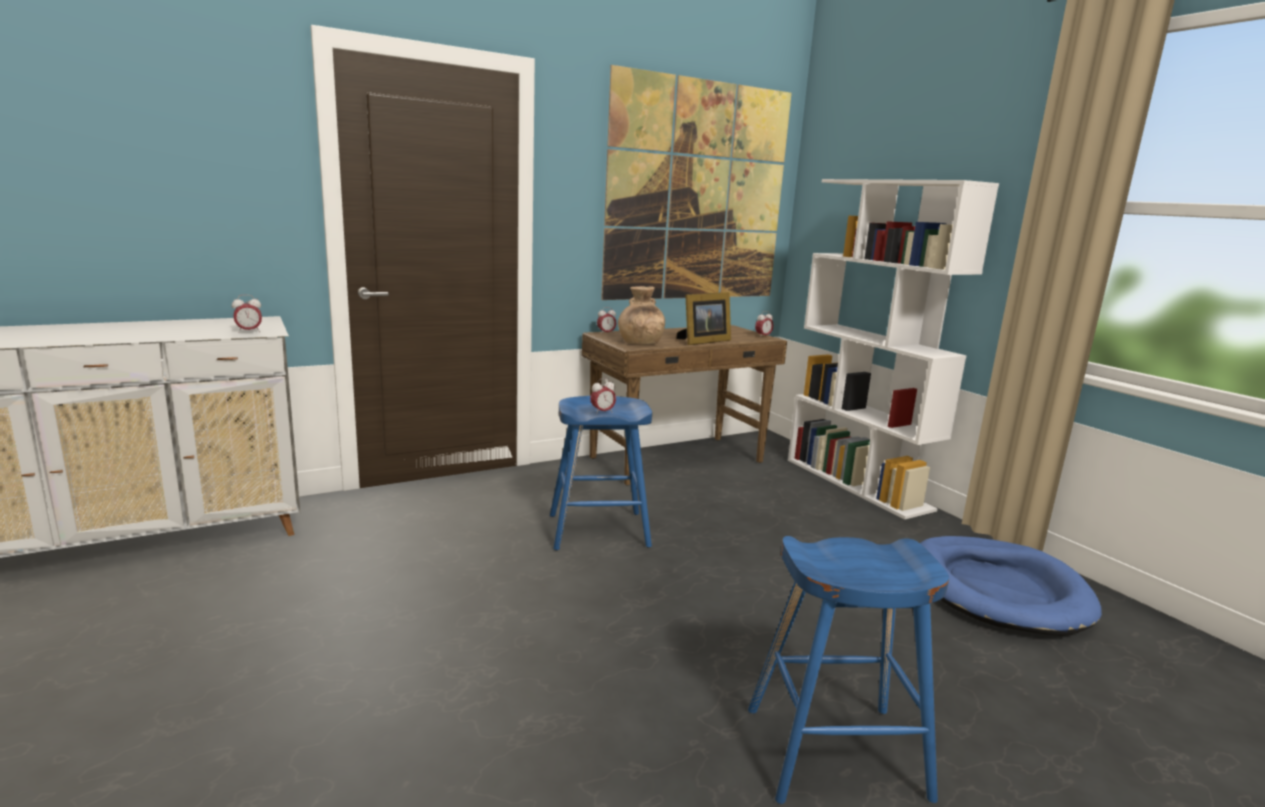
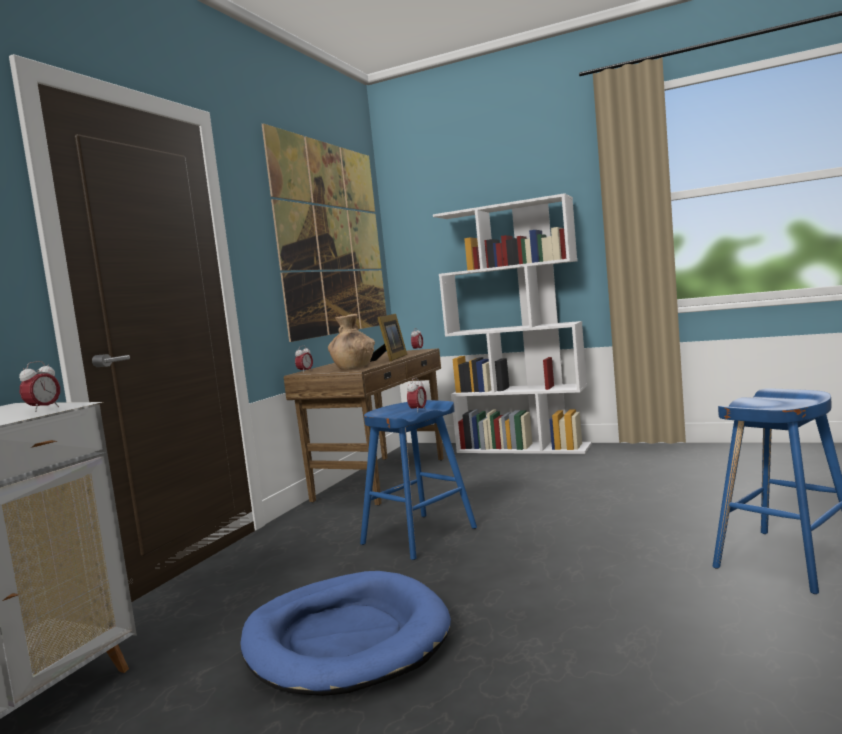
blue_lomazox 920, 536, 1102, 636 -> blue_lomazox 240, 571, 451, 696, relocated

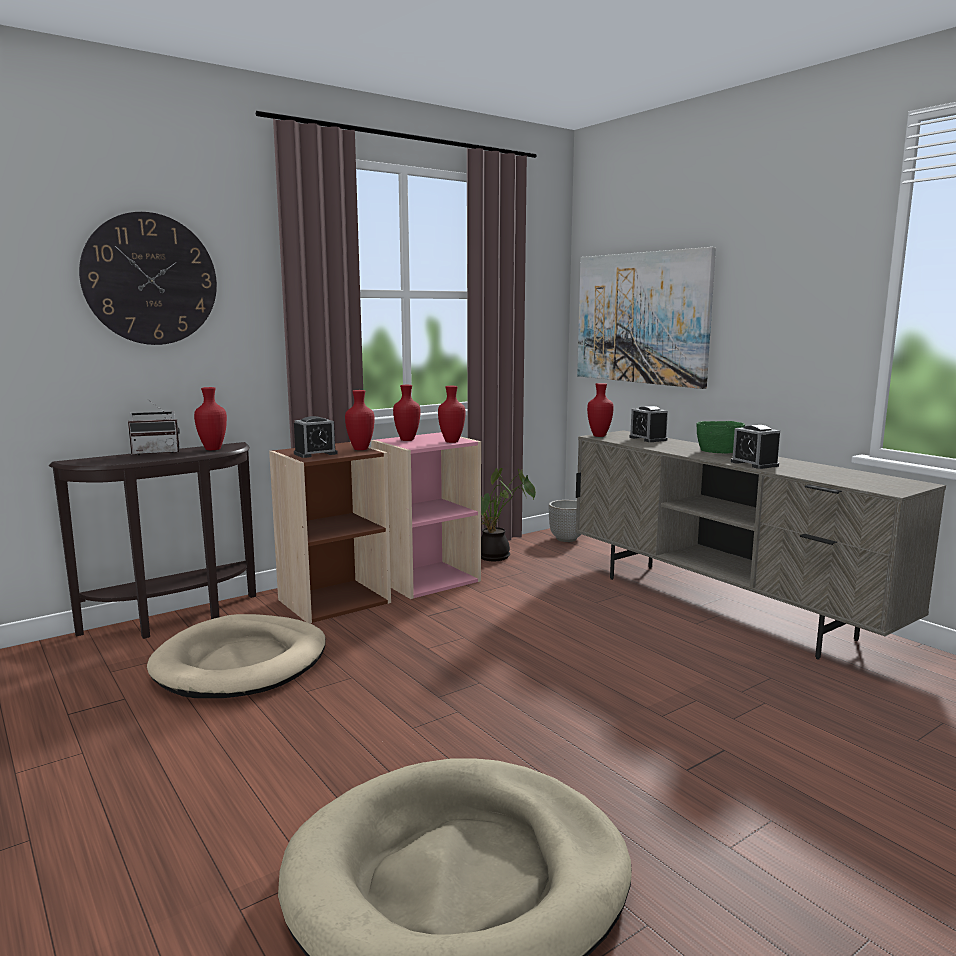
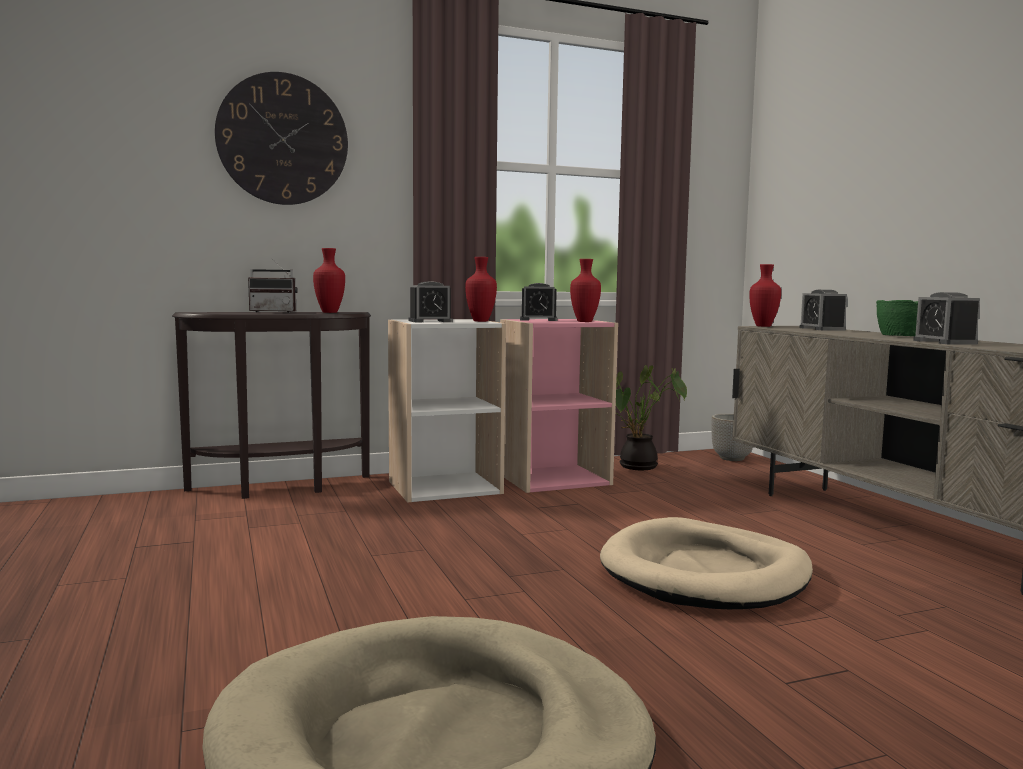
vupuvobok 577, 247, 716, 389 -> none
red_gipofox 393, 385, 420, 441 -> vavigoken 520, 283, 558, 321
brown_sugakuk 269, 442, 391, 623 -> white_sugakuk 388, 319, 506, 503
beige_lomazox 147, 614, 326, 698 -> beige_lomazox 600, 517, 813, 609, relocated

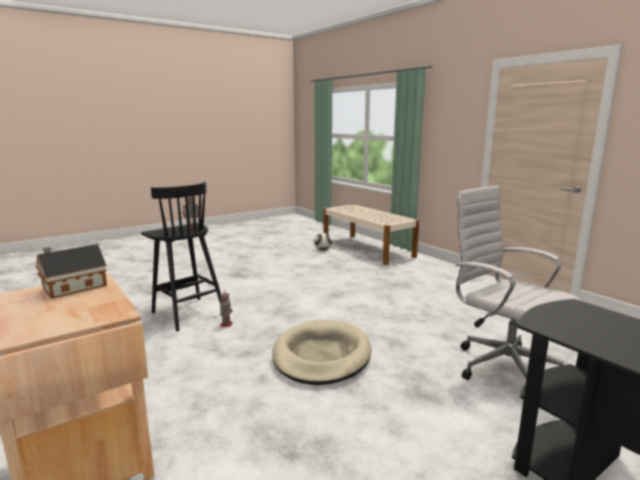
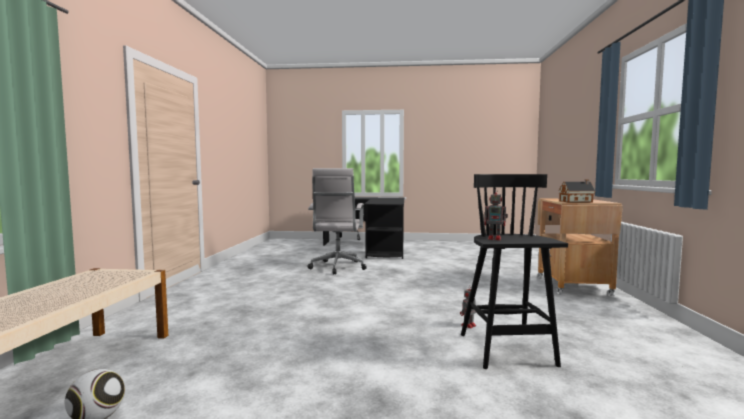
beige_lomazox 272, 320, 372, 385 -> none

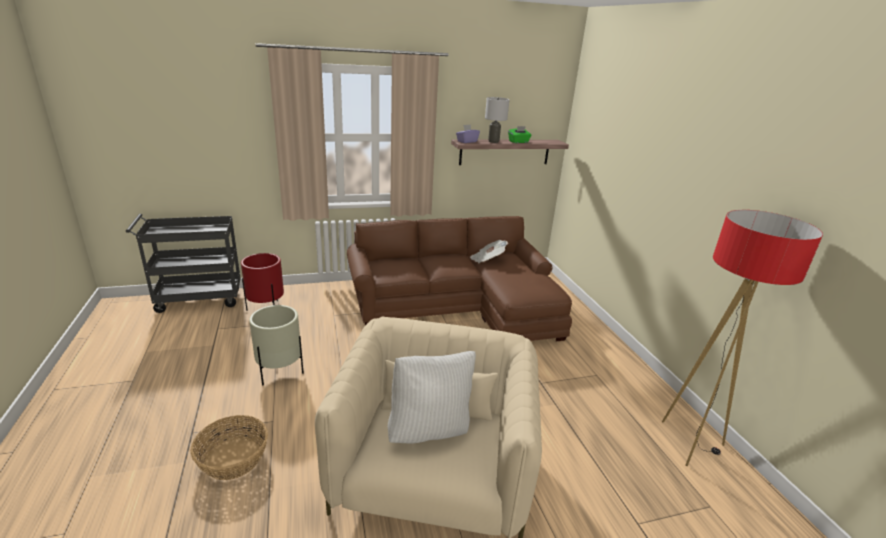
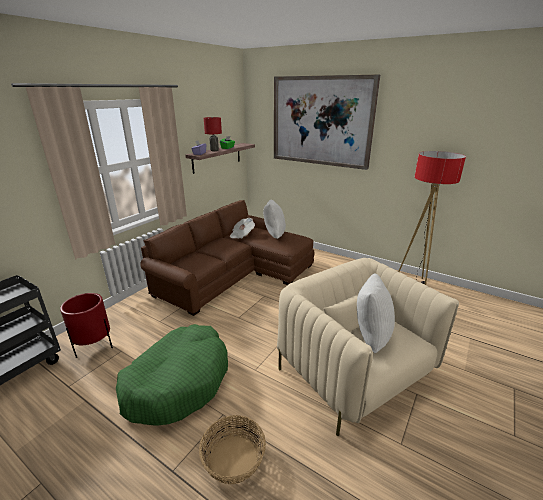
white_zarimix 485, 97, 510, 143 -> red_zarimix 204, 117, 222, 151
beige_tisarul 249, 305, 304, 385 -> green_lomazox 116, 324, 228, 426
none -> vupuvobok 274, 74, 380, 170
none -> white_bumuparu 263, 200, 286, 239

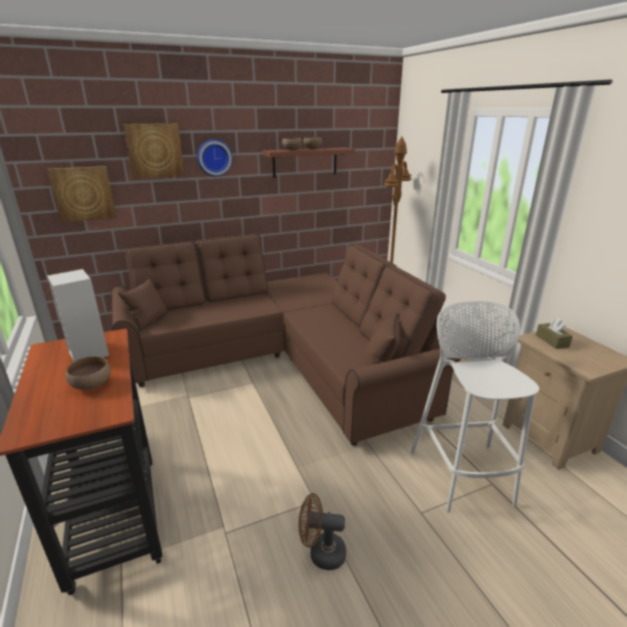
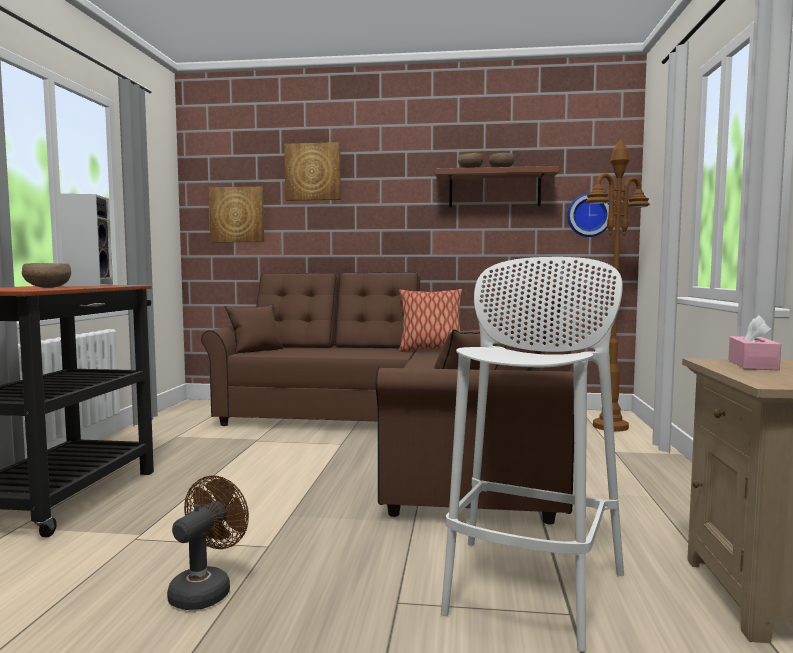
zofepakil 197, 139, 233, 177 -> zofepakil 567, 193, 609, 237, relocated
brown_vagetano 536, 318, 573, 349 -> pink_vagetano 728, 315, 781, 370
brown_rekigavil 299, 493, 346, 570 -> brown_rekigavil 167, 475, 249, 610, 75 degrees clockwise
none -> bumuparu 399, 289, 462, 352

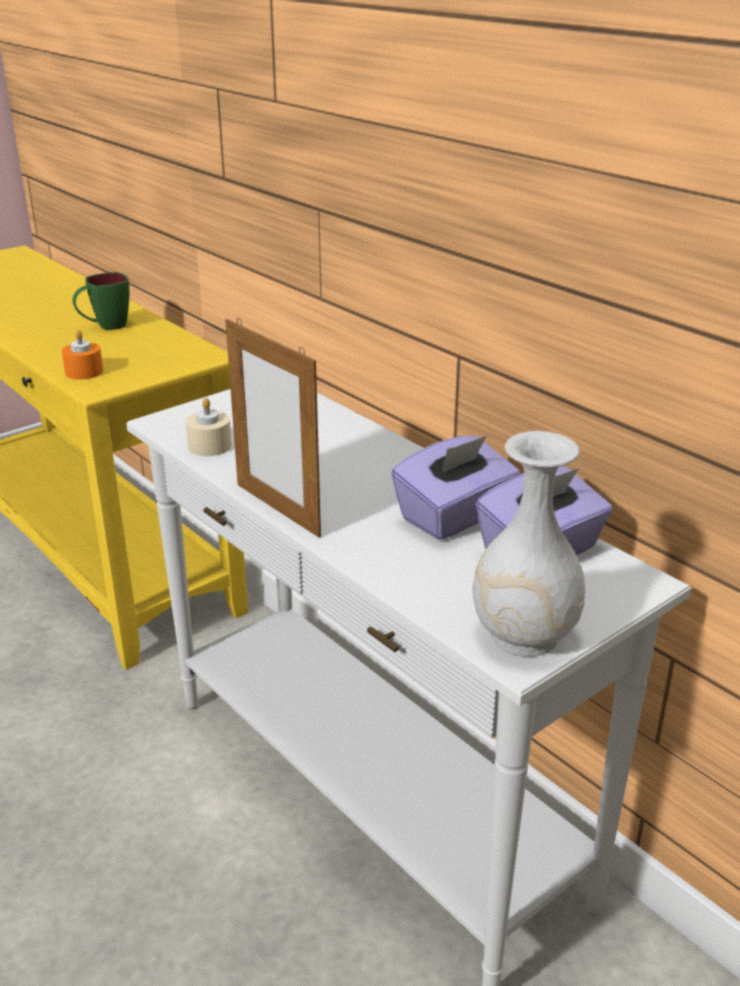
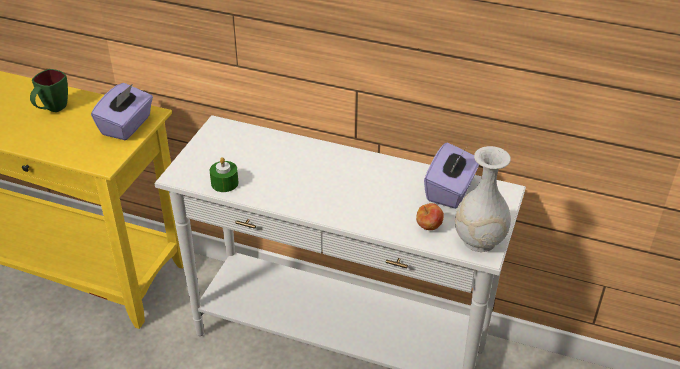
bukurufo 225, 318, 321, 538 -> none
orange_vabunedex 62, 330, 103, 380 -> none
beige_vabunedex 185, 398, 232, 456 -> green_vabunedex 210, 157, 239, 192
purple_vagetano 392, 436, 520, 540 -> purple_vagetano 91, 83, 153, 140, relocated
none -> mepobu 416, 203, 444, 230

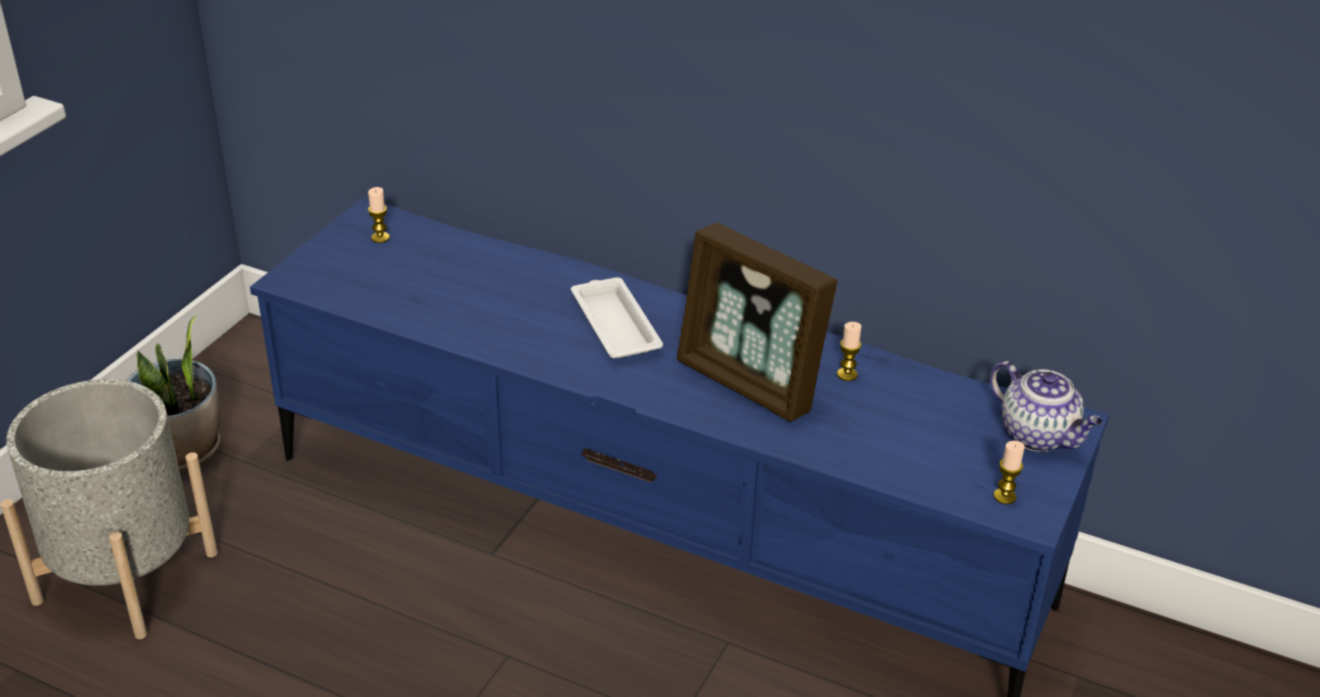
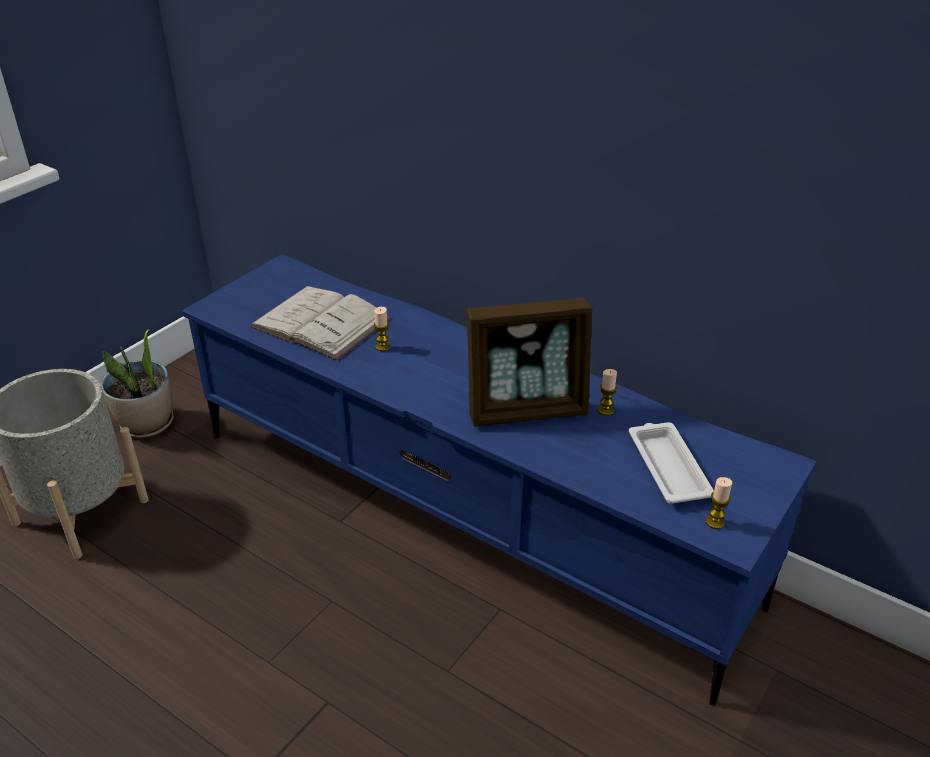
vabunedex 368, 187, 390, 243 -> vabunedex 374, 307, 390, 351, relocated
bukurufo 677, 223, 838, 422 -> bukurufo 466, 298, 592, 427, 60 degrees counterclockwise
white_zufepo 571, 277, 663, 358 -> white_zufepo 629, 422, 714, 504, relocated
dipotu 990, 361, 1103, 452 -> none
none -> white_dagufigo 250, 286, 391, 360

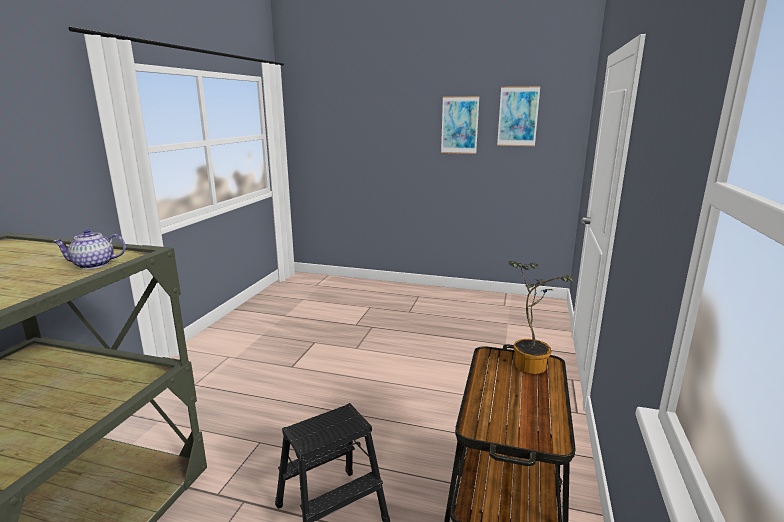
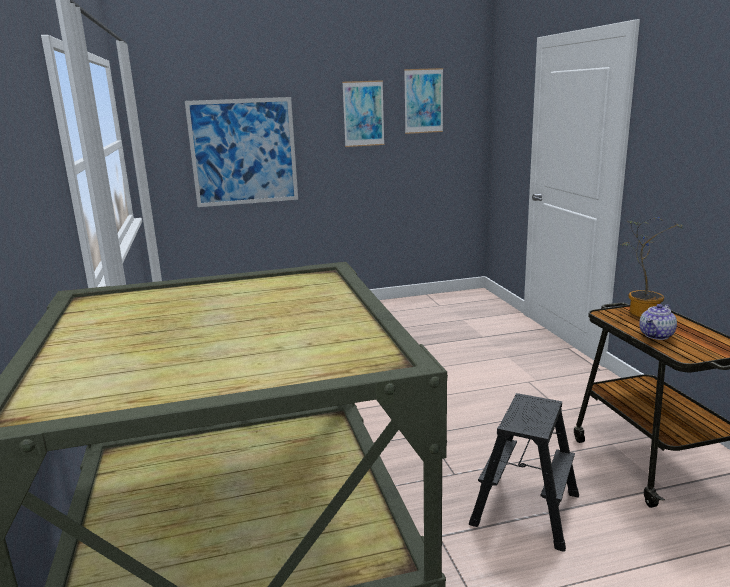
dipotu 52, 229, 126, 269 -> dipotu 639, 304, 677, 340, relocated
none -> vupuvobok 185, 97, 298, 207

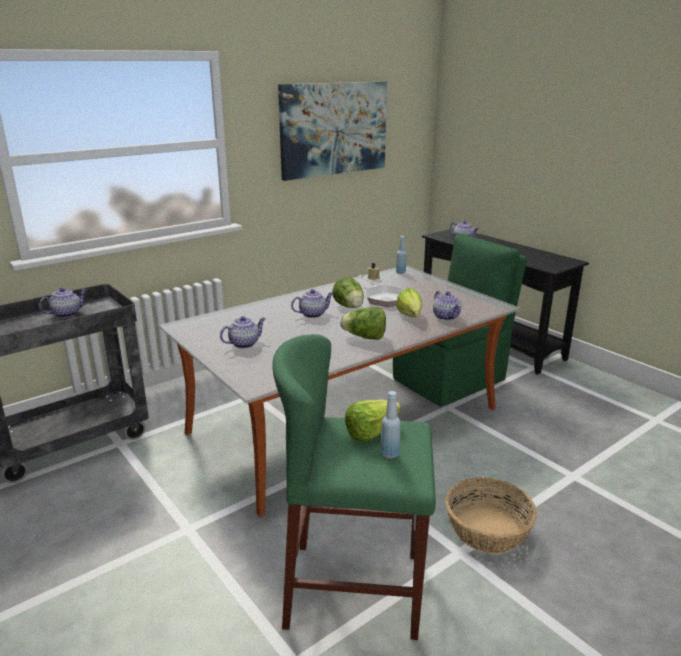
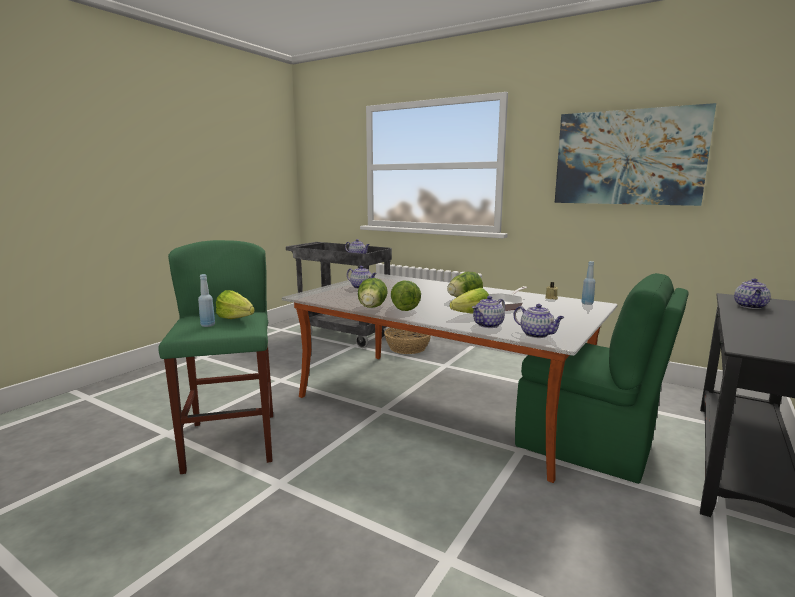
dipotu 291, 289, 333, 318 -> dipotu 514, 304, 564, 338, relocated
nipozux 445, 477, 537, 554 -> nipozux 384, 327, 431, 354, relocated
none -> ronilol 358, 278, 388, 308

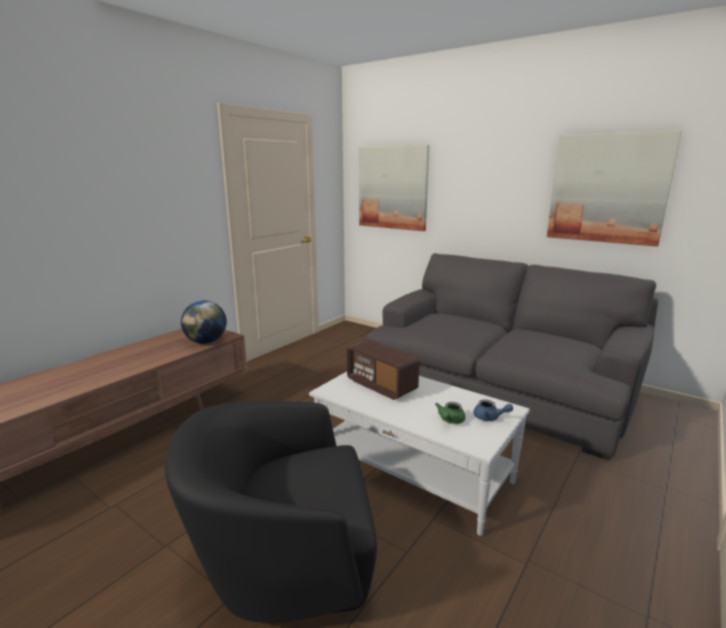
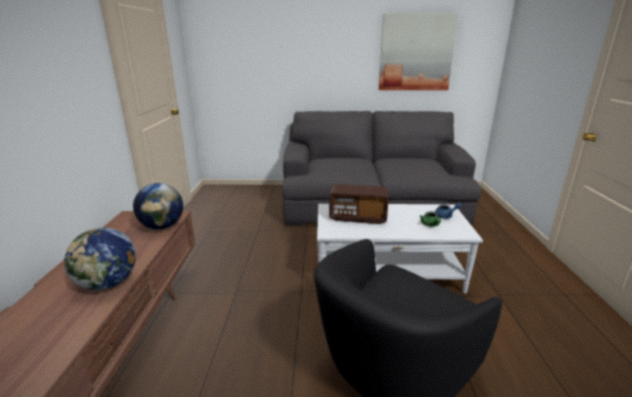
vupuvobok 359, 145, 429, 231 -> none
none -> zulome 64, 228, 136, 290

